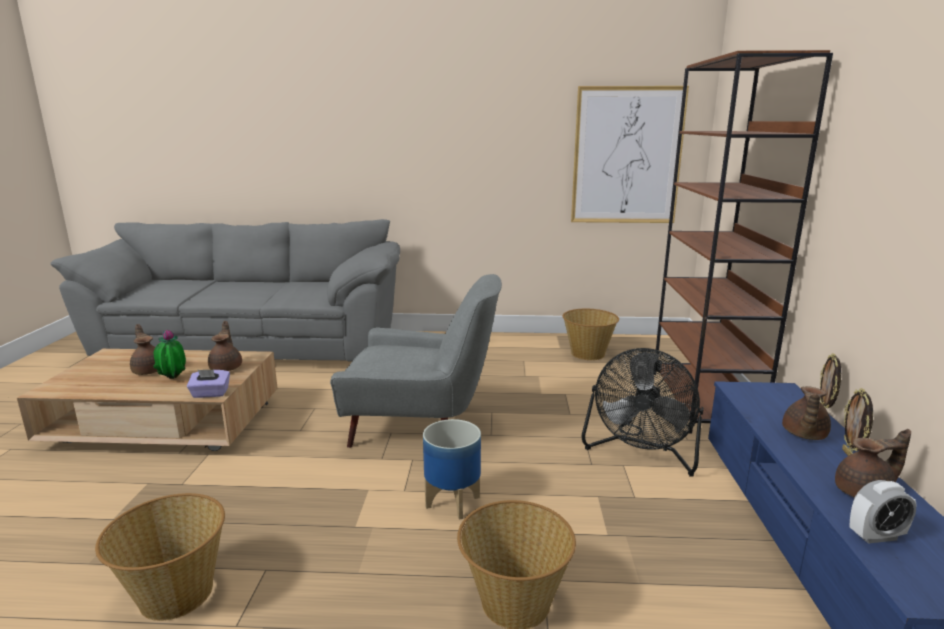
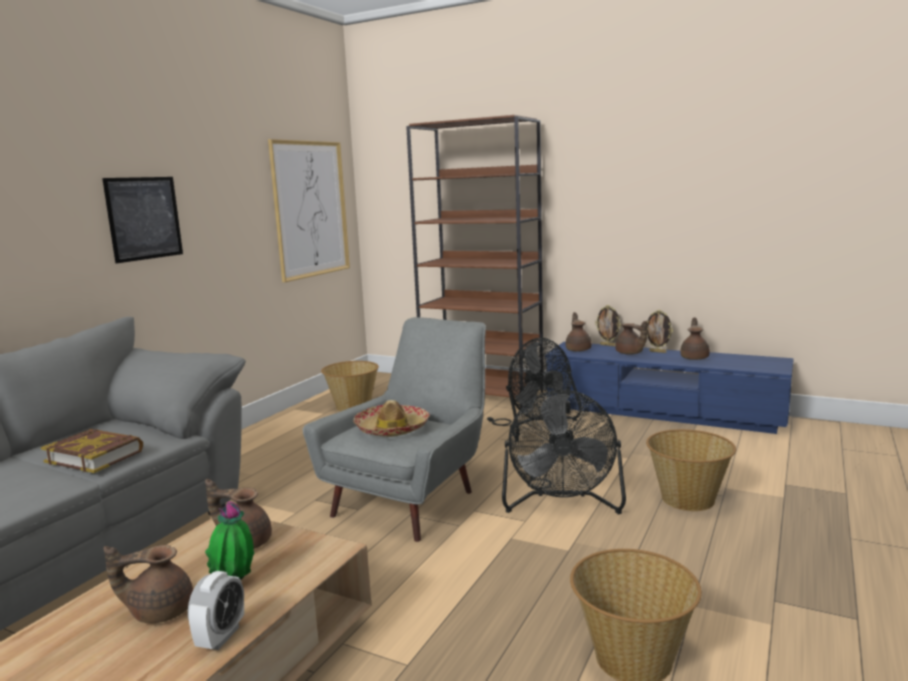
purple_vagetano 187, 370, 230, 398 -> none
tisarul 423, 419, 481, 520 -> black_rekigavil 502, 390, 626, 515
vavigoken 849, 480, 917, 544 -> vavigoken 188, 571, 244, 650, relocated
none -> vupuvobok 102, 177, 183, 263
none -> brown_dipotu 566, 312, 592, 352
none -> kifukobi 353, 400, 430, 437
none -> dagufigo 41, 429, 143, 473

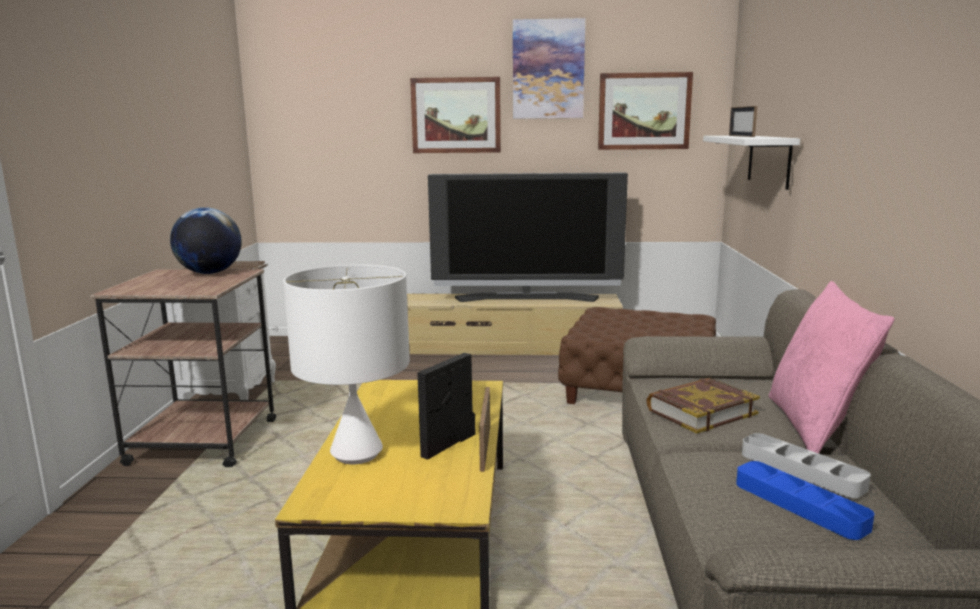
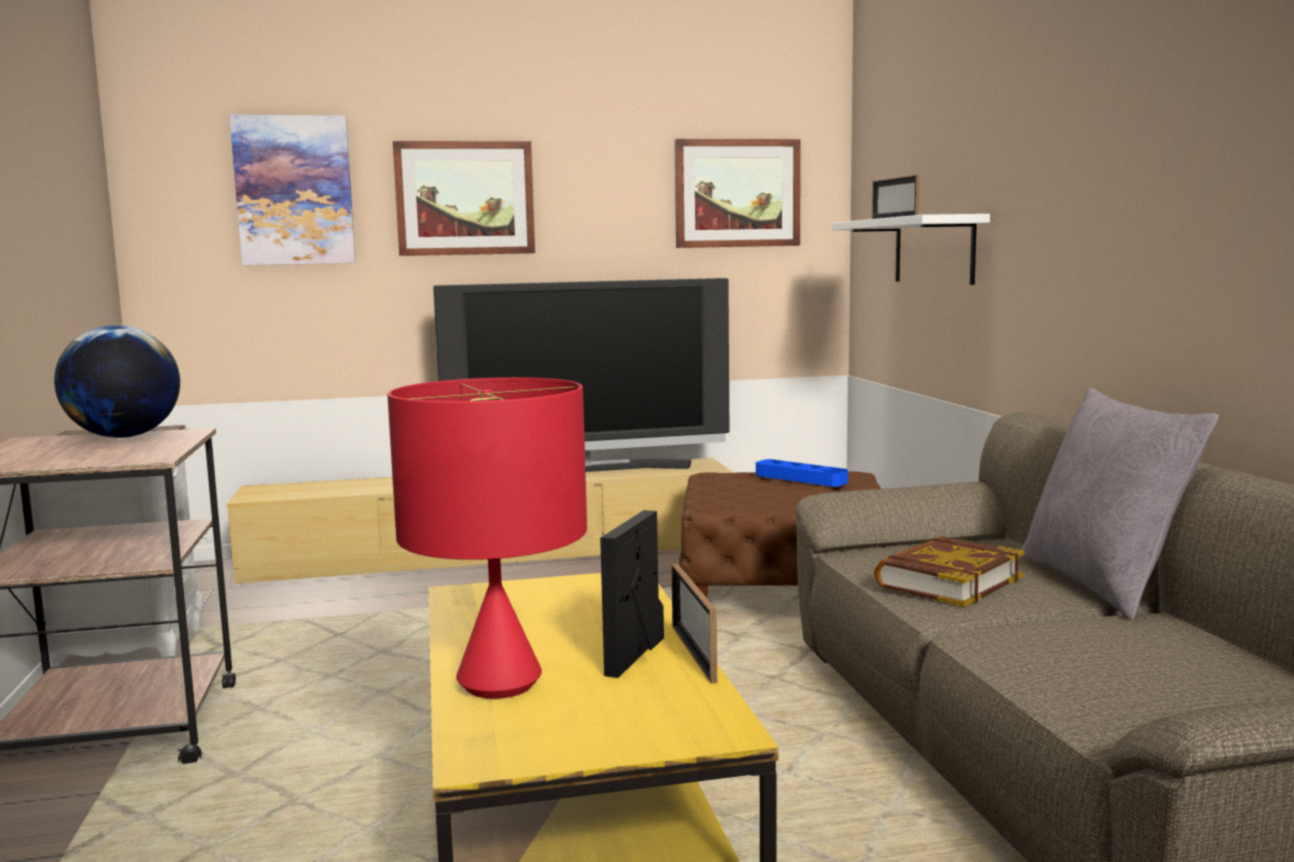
vupuvobok 513, 18, 585, 119 -> vupuvobok 230, 115, 356, 265, relocated
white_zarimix 283, 264, 410, 464 -> red_zarimix 387, 377, 587, 699
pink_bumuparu 769, 281, 895, 454 -> grey_bumuparu 1021, 388, 1219, 620
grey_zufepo 742, 433, 871, 498 -> none
blue_zufepo 736, 461, 874, 540 -> blue_zufepo 756, 459, 848, 487, relocated

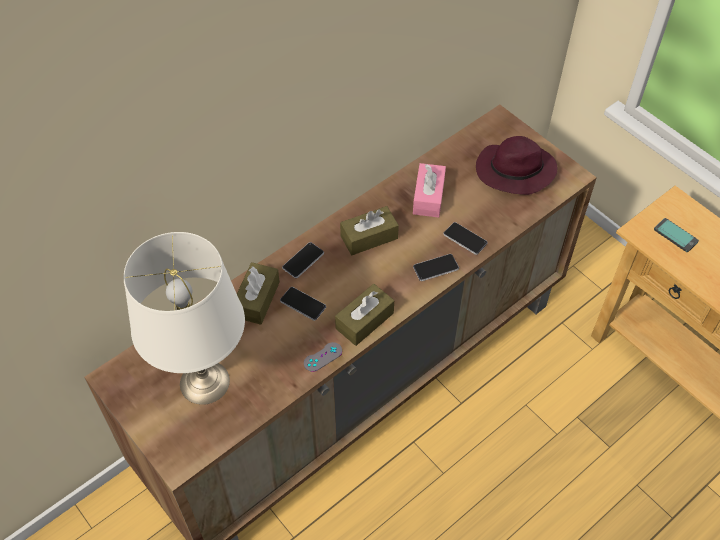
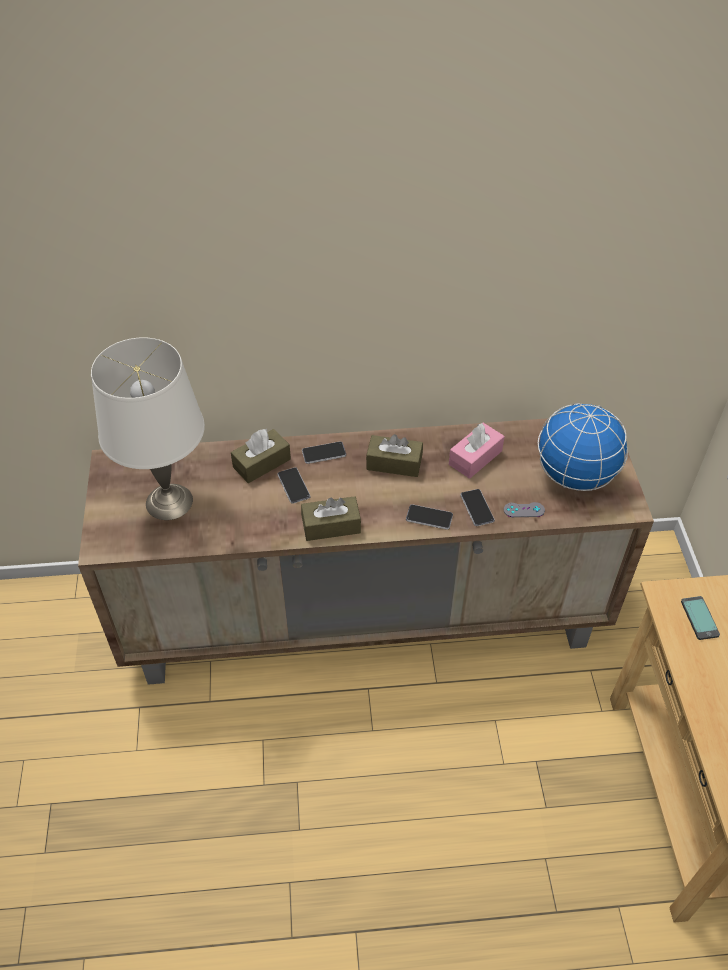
purple_kifukobi 476, 136, 558, 195 -> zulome 538, 403, 628, 491
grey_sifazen 304, 342, 342, 372 -> grey_sifazen 504, 502, 545, 517, relocated

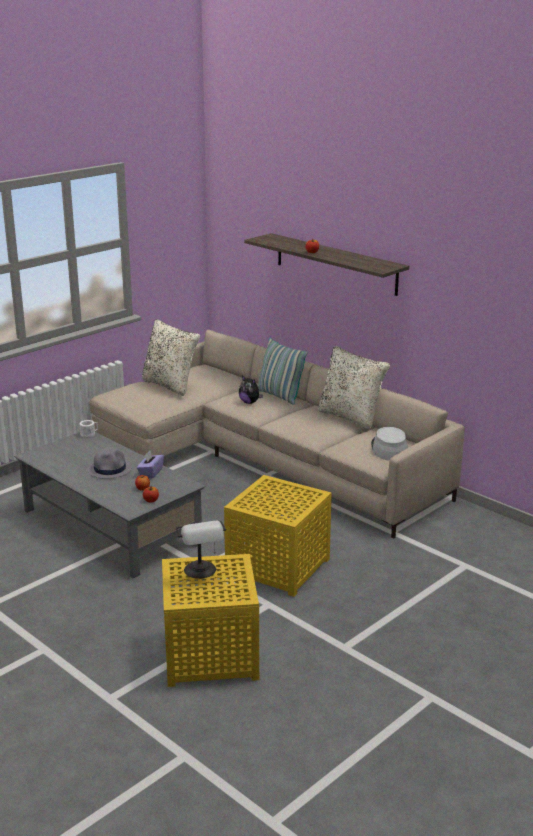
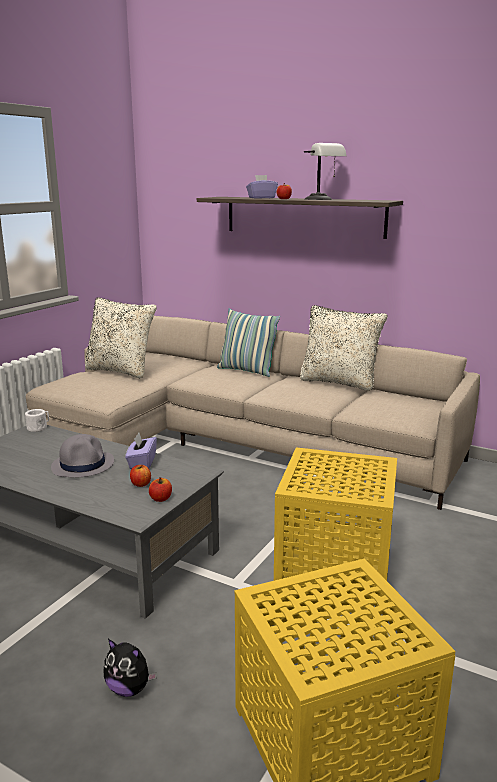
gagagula 239, 376, 263, 404 -> gagagula 104, 639, 157, 697, relocated
grey_kifukobi 371, 427, 408, 461 -> none
zarimix 176, 521, 226, 579 -> zarimix 304, 143, 347, 200, relocated
none -> purple_vagetano 246, 175, 278, 199

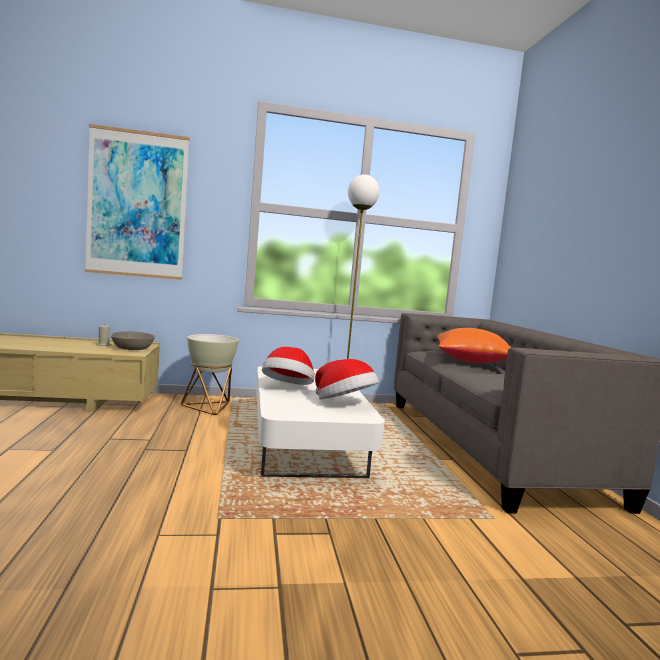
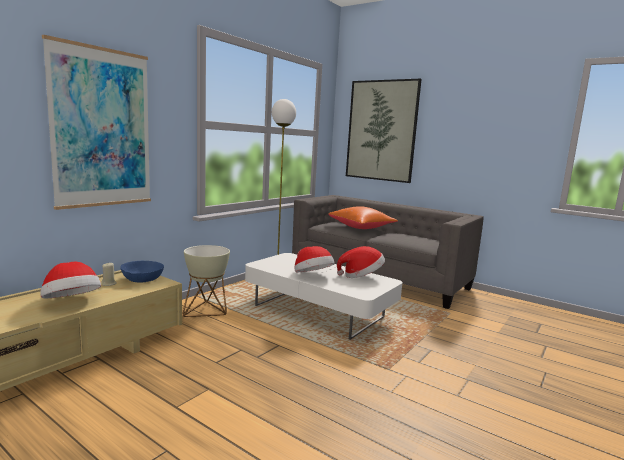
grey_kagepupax 111, 331, 155, 350 -> blue_kagepupax 120, 261, 164, 283
none -> vupuvobok 346, 79, 421, 183
none -> kifukobi 40, 262, 101, 298

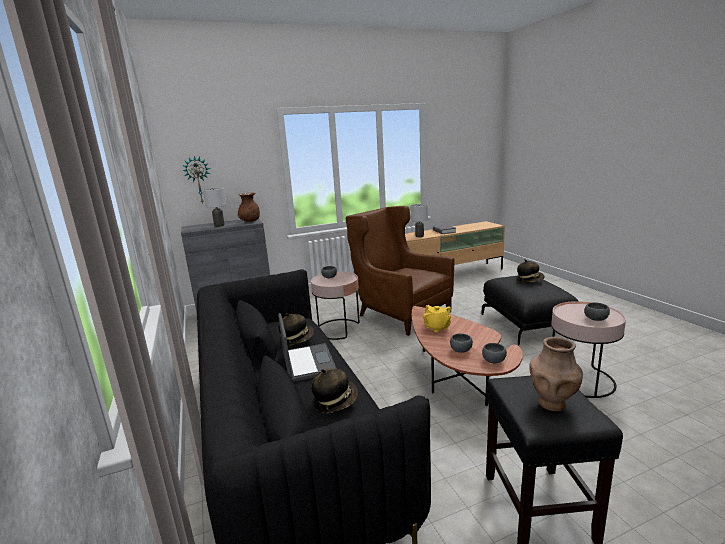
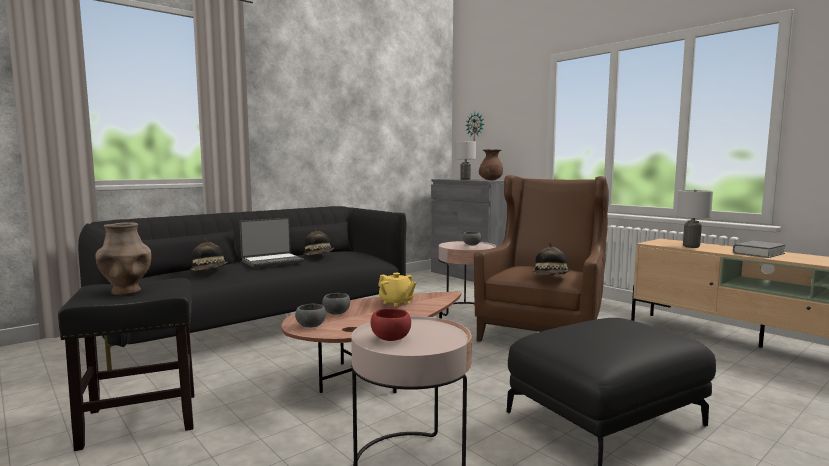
kifukobi 517, 259, 545, 283 -> kifukobi 532, 243, 571, 275, relocated
grey_kagepupax 584, 302, 610, 321 -> red_kagepupax 371, 308, 411, 341
yellow_dipotu 423, 305, 451, 332 -> yellow_dipotu 378, 273, 416, 307, 90 degrees counterclockwise

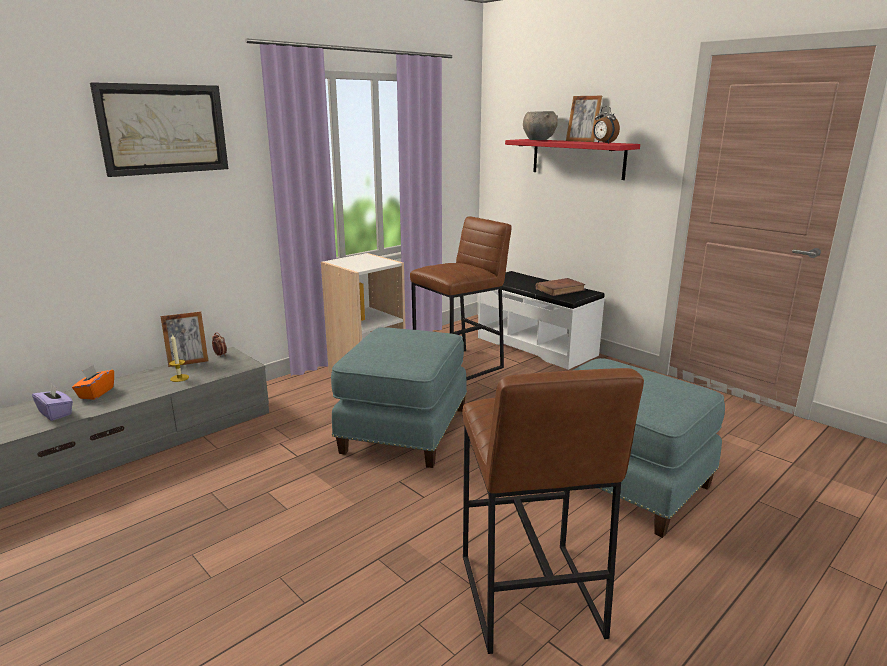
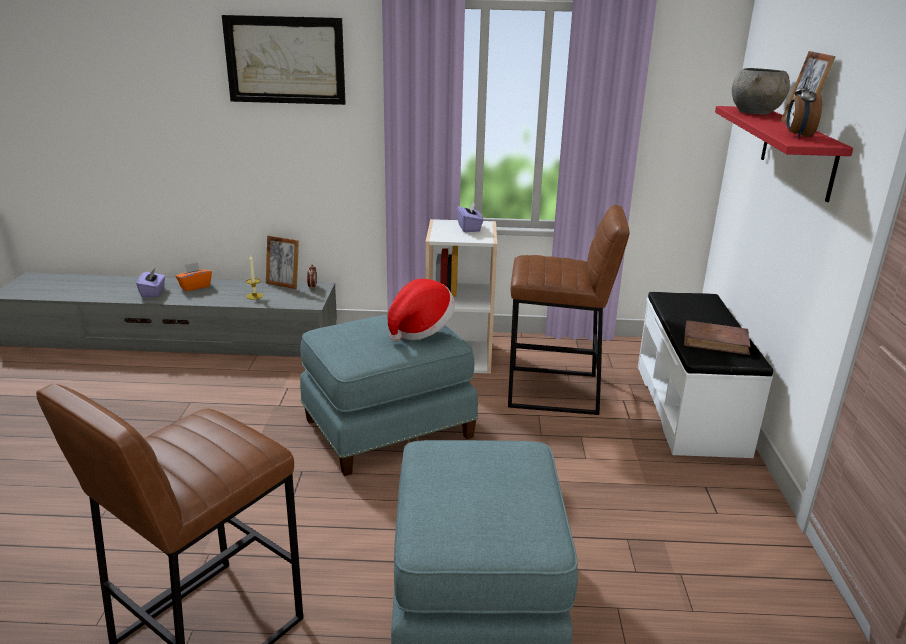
none -> purple_vagetano 457, 202, 484, 232
none -> kifukobi 387, 279, 455, 342

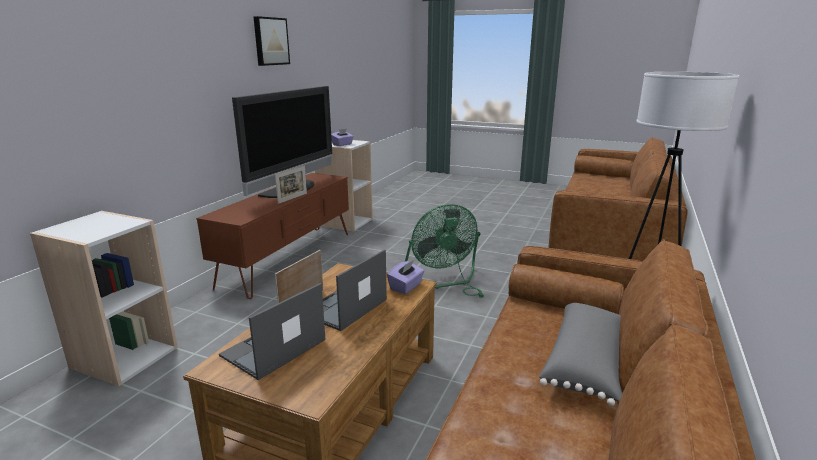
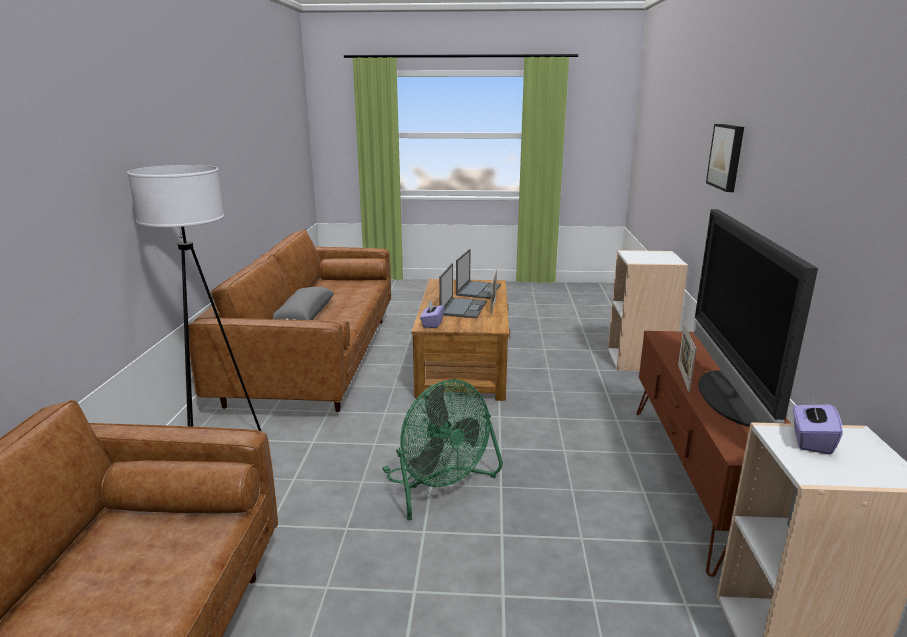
vupuvobok 253, 16, 290, 66 -> vupuvobok 706, 124, 744, 192, relocated

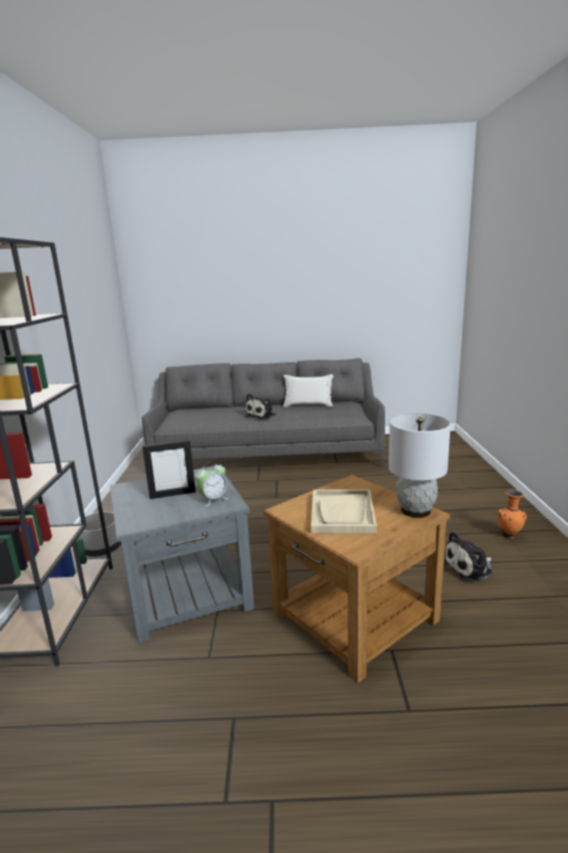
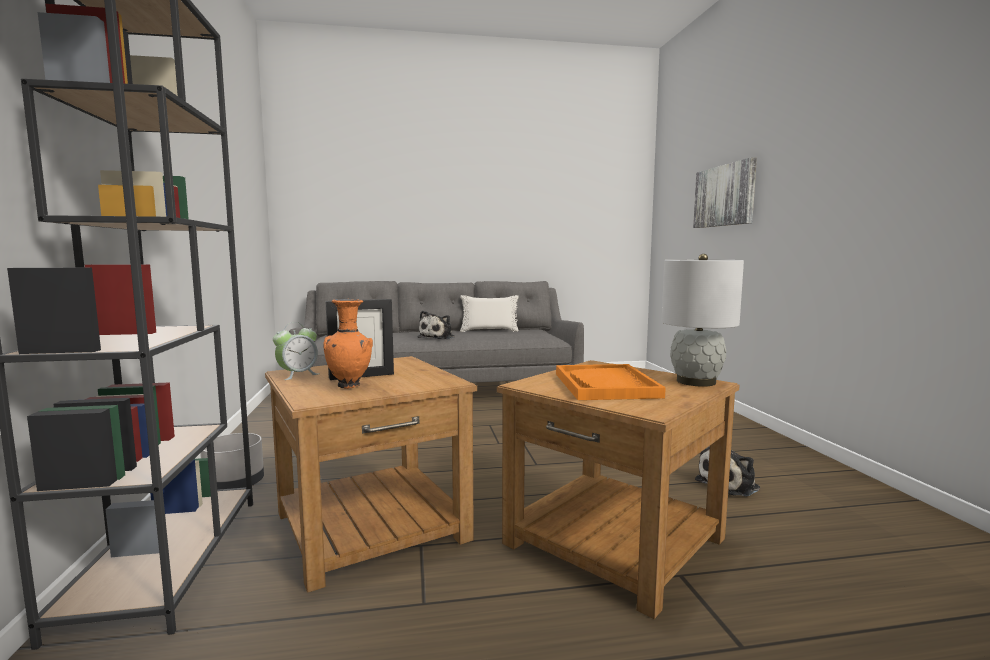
vavigoken 195, 462, 229, 507 -> vavigoken 273, 322, 319, 380, relocated
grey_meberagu 110, 466, 254, 643 -> brown_meberagu 265, 356, 477, 593
beige_zufepo 311, 489, 377, 533 -> orange_zufepo 556, 364, 666, 400
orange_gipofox 498, 490, 527, 539 -> orange_gipofox 323, 299, 373, 389, relocated
none -> vupuvobok 693, 157, 757, 228

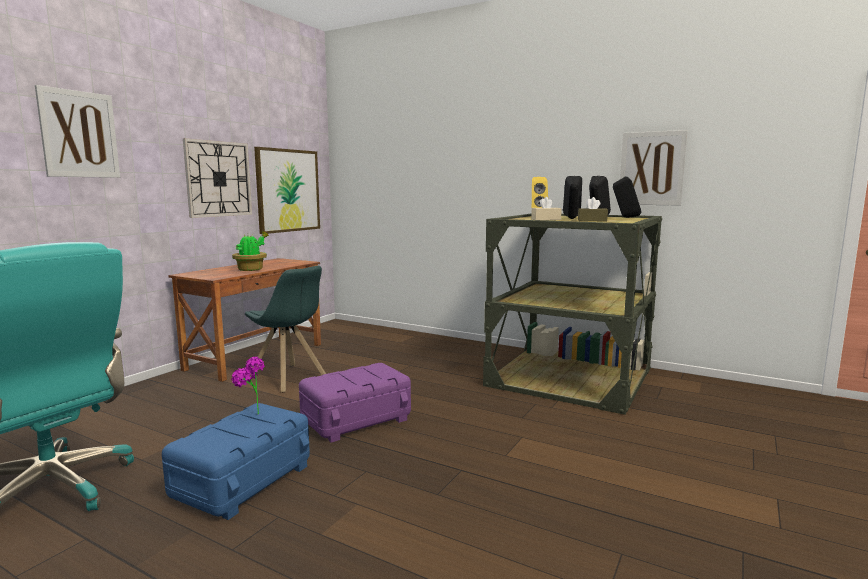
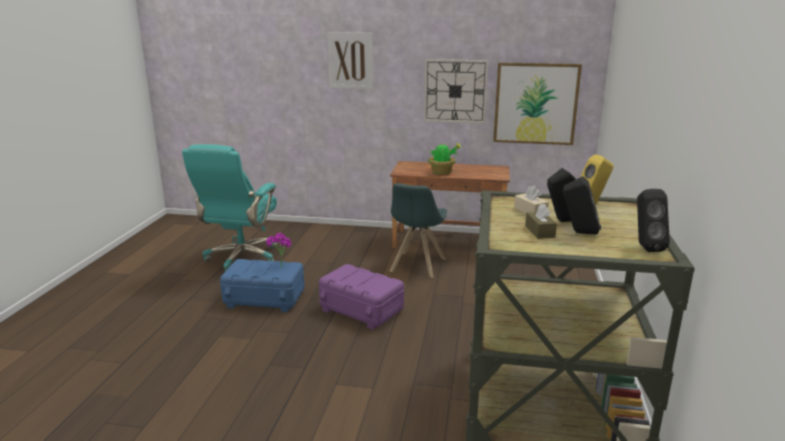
vupuvobok 620, 130, 688, 206 -> none

